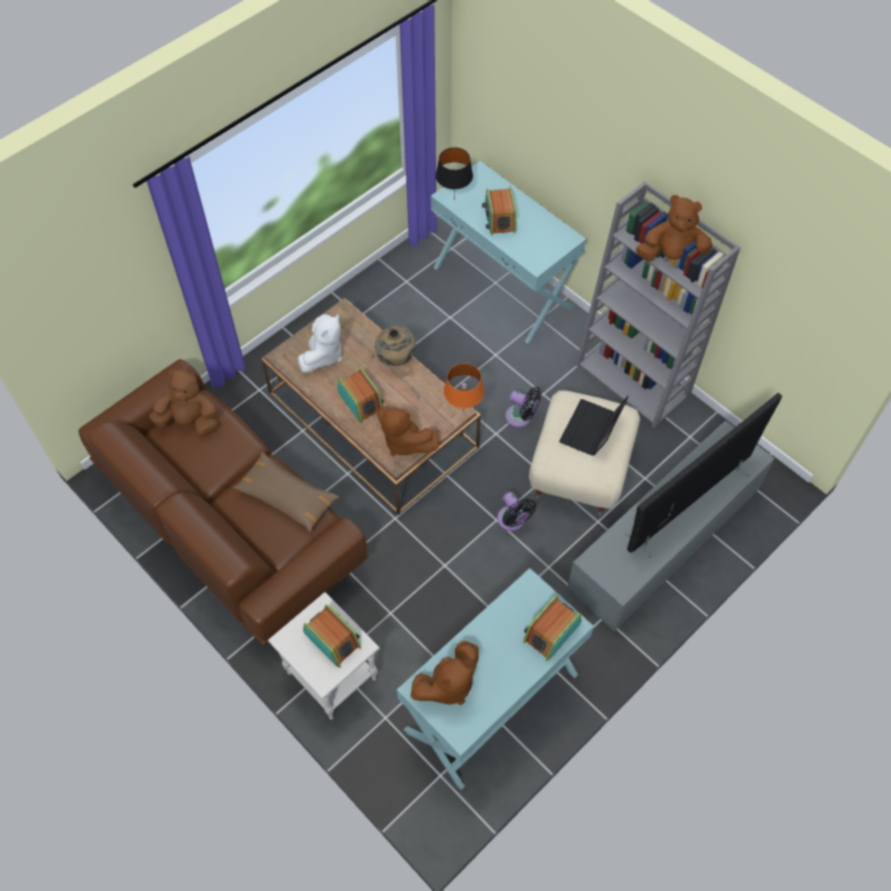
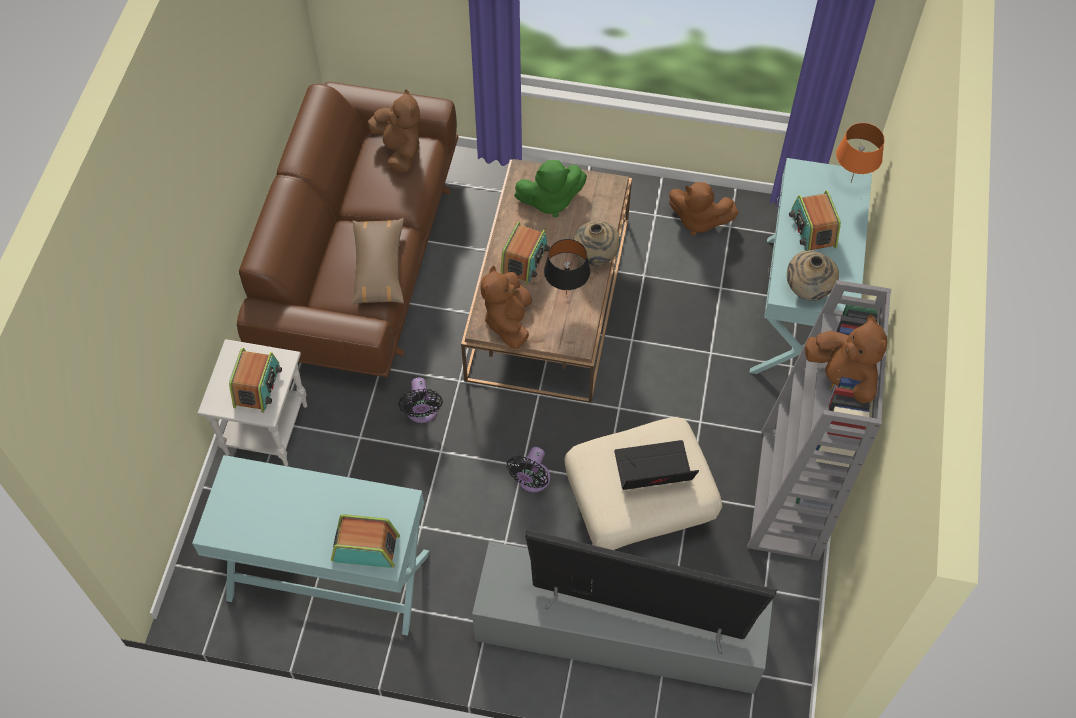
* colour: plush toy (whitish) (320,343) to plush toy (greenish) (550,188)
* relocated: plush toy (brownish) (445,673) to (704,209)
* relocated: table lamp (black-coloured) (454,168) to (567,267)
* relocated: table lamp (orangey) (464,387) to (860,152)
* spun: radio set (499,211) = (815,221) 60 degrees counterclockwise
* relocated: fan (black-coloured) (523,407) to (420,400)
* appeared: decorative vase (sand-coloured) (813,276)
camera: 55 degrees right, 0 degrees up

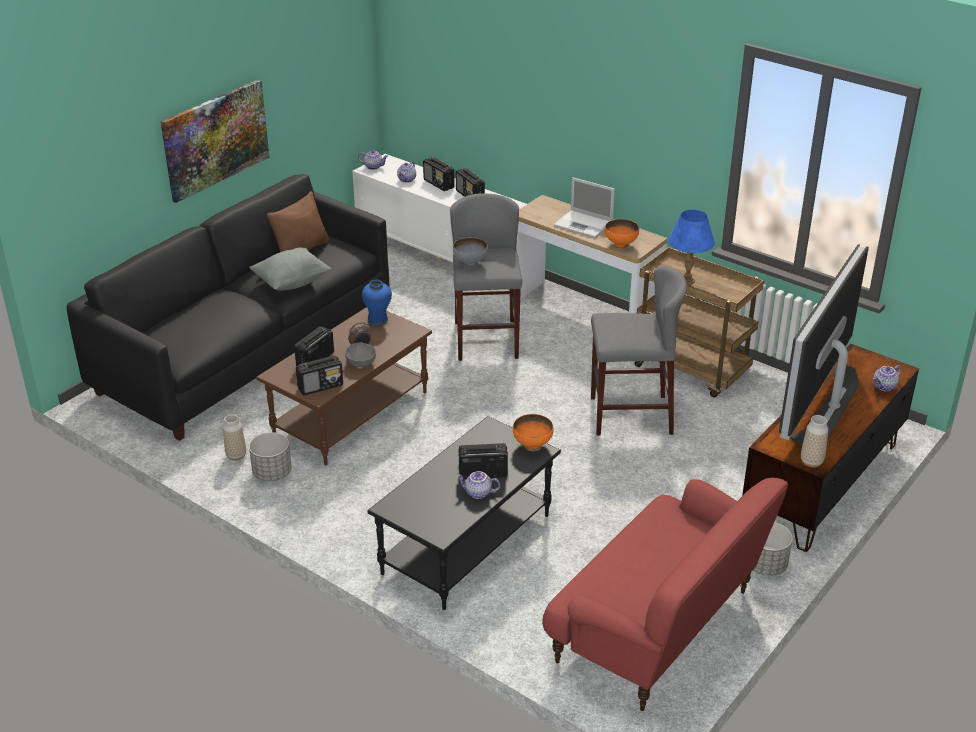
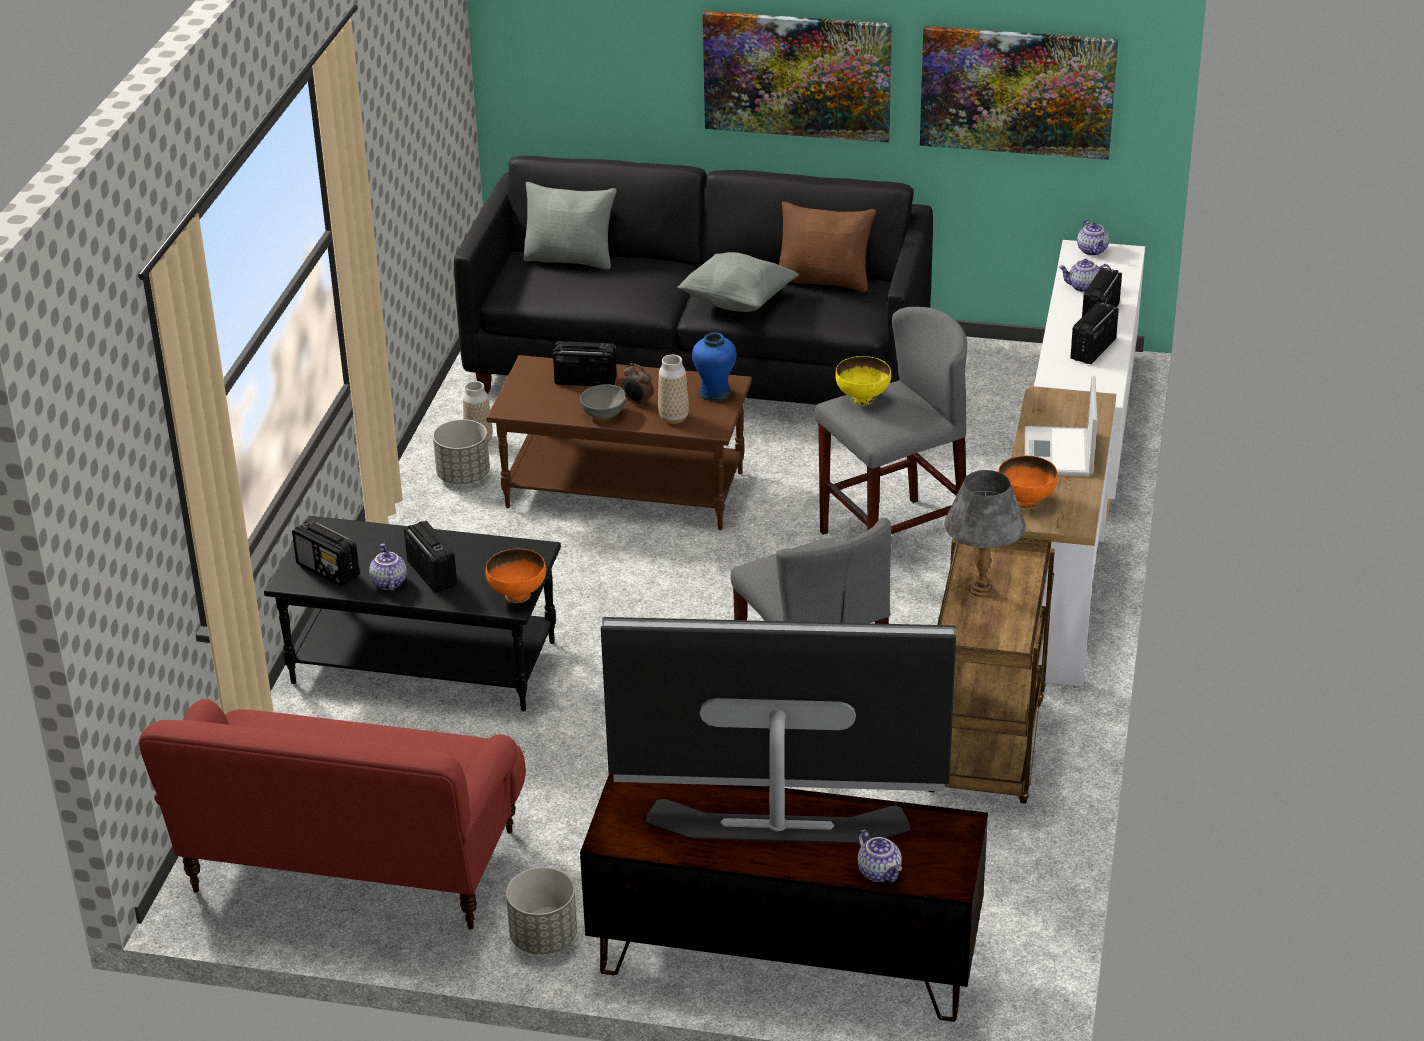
* relocated: radio set (319,375) to (326,553)
* colour: serving bowl (greyish) (470,252) to serving bowl (yellow) (863,380)
* colour: table lamp (blue) (691,247) to table lamp (greyish) (985,533)
* relocated: decorative vase (814,441) to (673,389)
* spun: pot for tea (887,378) = (880,856) 150 degrees counterclockwise
* appeared: cushion (greyish) (570,226)
* appeared: wall picture (1019,93)
camera: 65 degrees right, 0 degrees up

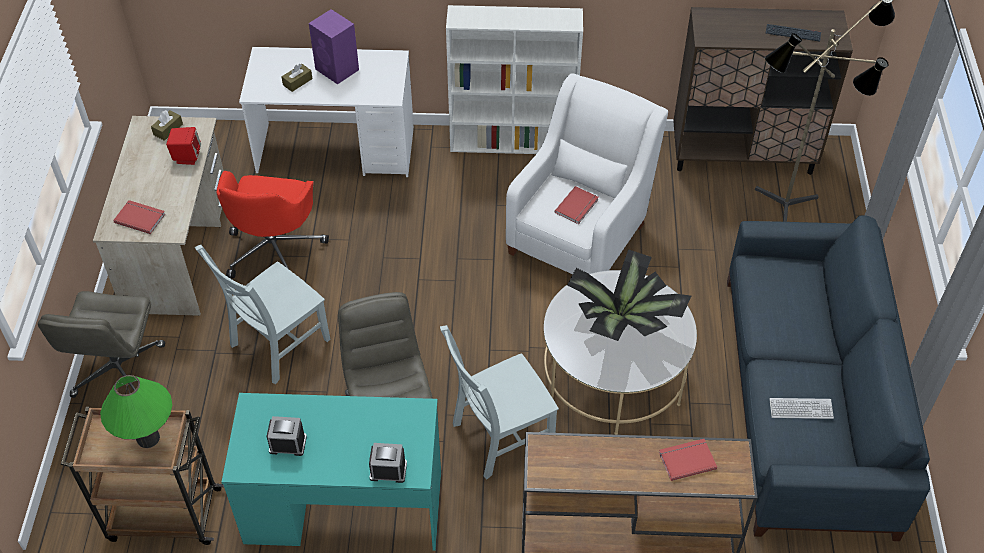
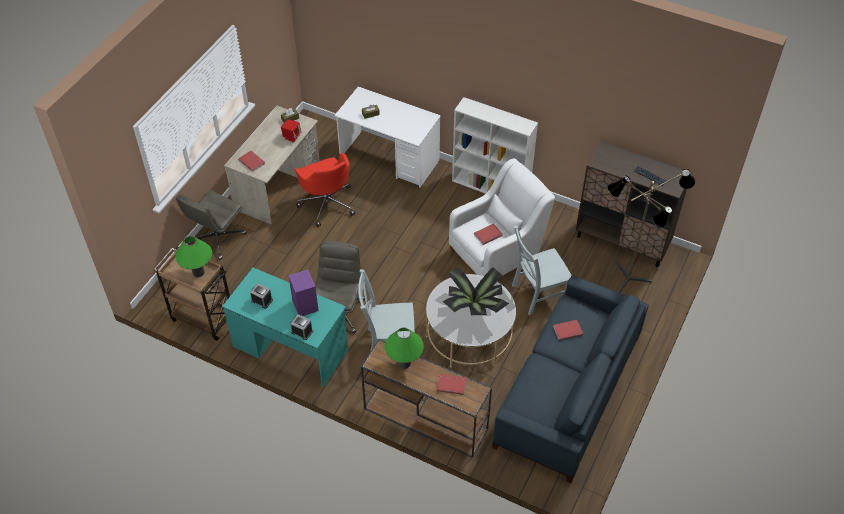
* relocated: upright chair (greyish) (263,314) to (542,271)
* spun: computer chair (red-coloured) (273,224) = (325,189) 60 degrees counterclockwise
* relocated: speaker (purple-coloured) (334,47) to (303,292)
* missing: keyboard (802,408)
* appeared: table lamp (greenish) (404,348)
* appeared: volume (red-coloured) (568,330)
camera: 25 degrees right, 0 degrees up

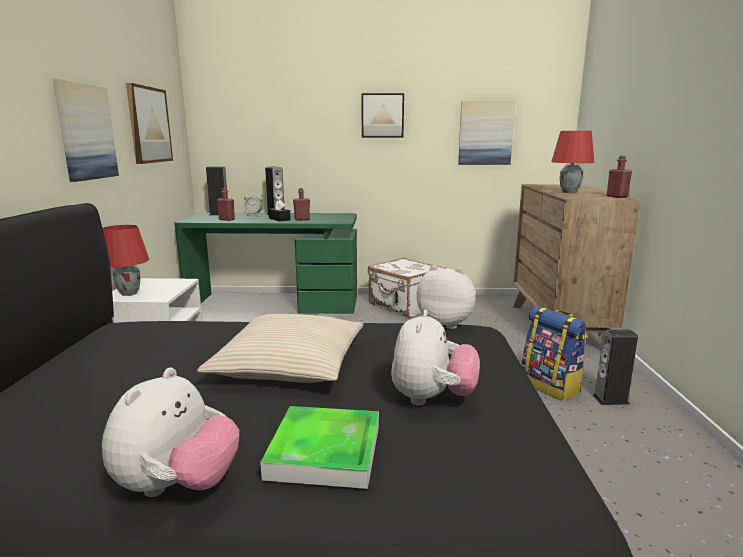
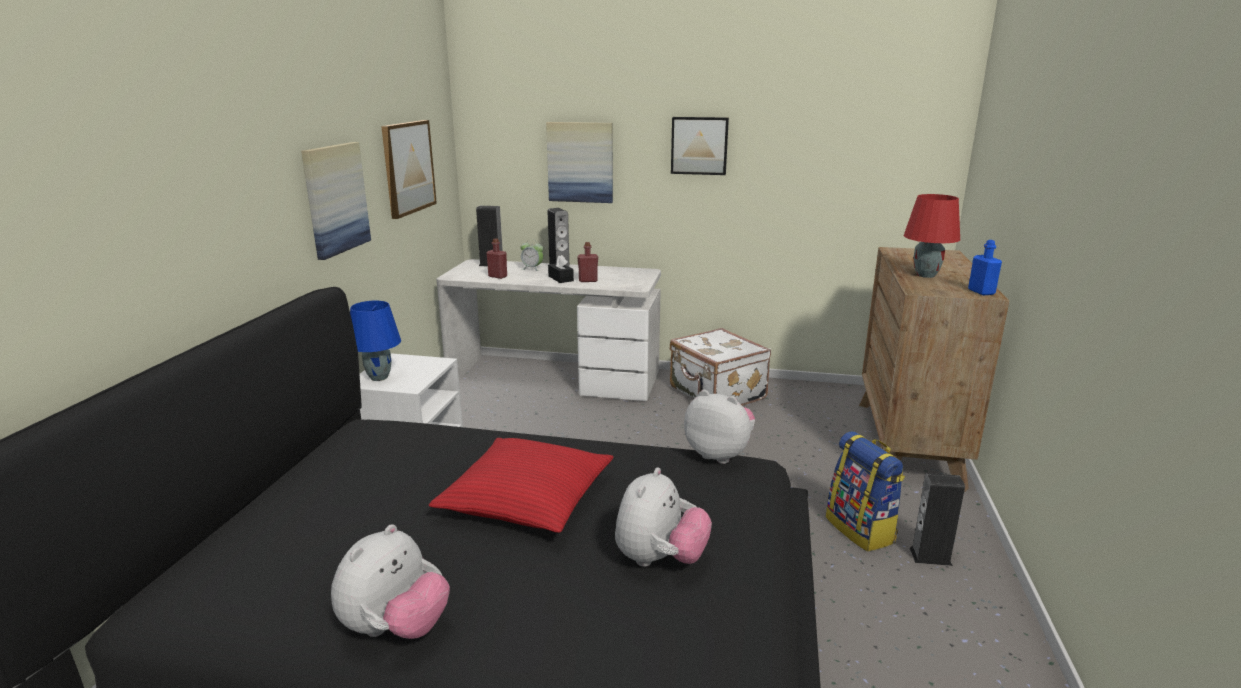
* colour: table lamp (red-coloured) (125,260) to table lamp (blue) (375,341)
* colour: desk (greenish) (265,263) to desk (whitish) (548,330)
* colour: cushion (sand-coloured) (280,348) to cushion (red-coloured) (521,485)
* missing: carrying tray (319,447)
* relocated: wall picture (486,133) to (579,162)
* colour: bottle (red-coloured) (619,177) to bottle (blue) (985,267)
camera: 10 degrees right, 5 degrees up

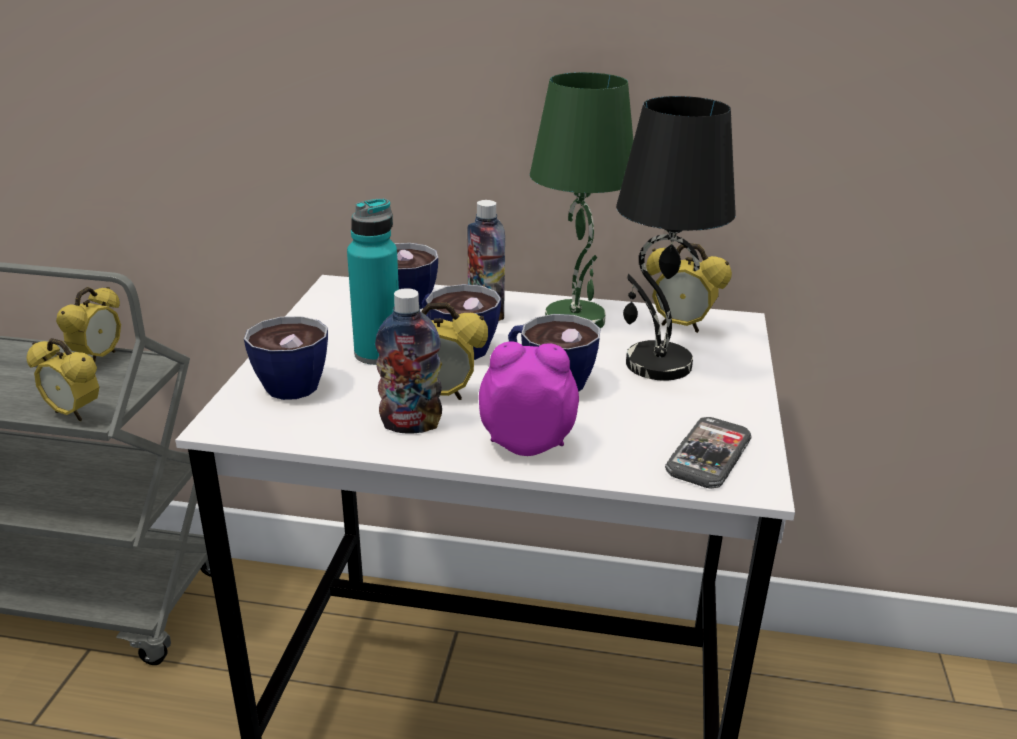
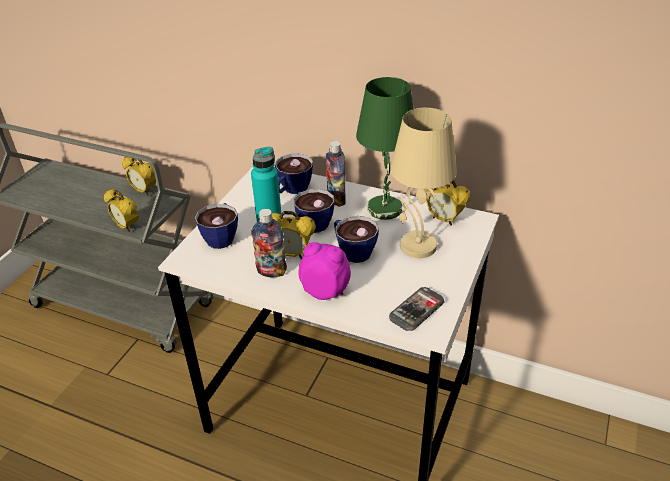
* spun: bedside clock (88,324) = (139,176) 90 degrees clockwise
* colour: table lamp (black-coloured) (676,238) to table lamp (sand-coloured) (423,183)
camera: 15 degrees right, 10 degrees up

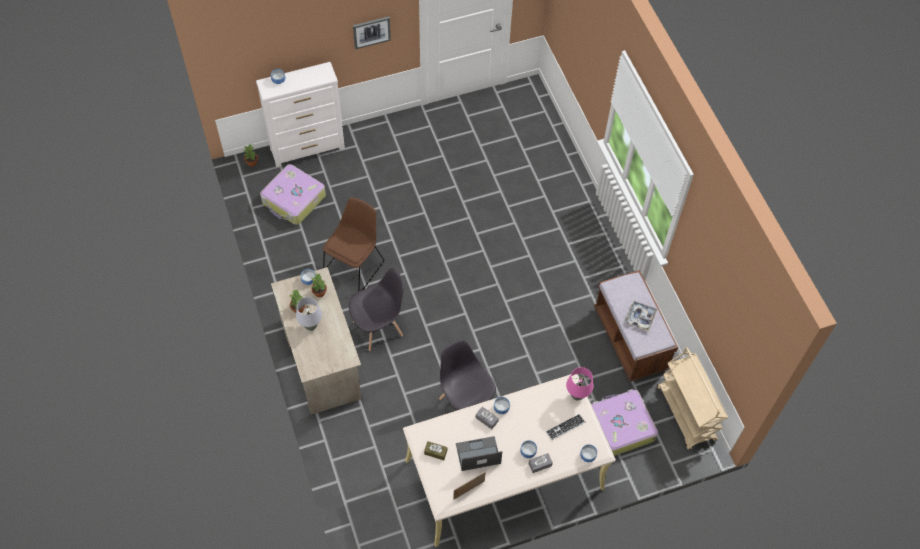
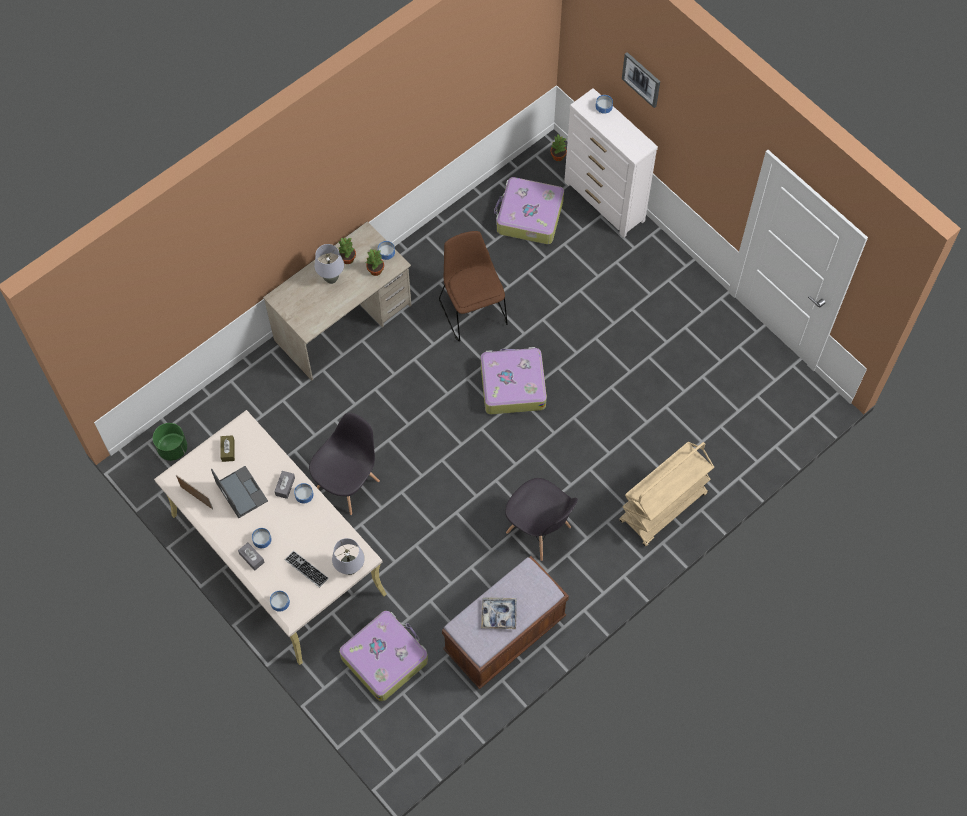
* spun: upright chair (brownish) (353,245) = (473,286) 120 degrees counterclockwise
* relocated: upright chair (greyish) (376,309) to (541,519)
* relocated: wall picture (372,32) to (641,80)
* colour: table lamp (pinkish) (579,384) to table lamp (greyish) (348,556)
* relocated: cart (sand-coloured) (692,399) to (666,494)
* appeared: plant pot (greenish) (170,442)
* appeared: suitcase (514,380)
camera: 70 degrees right, 5 degrees up

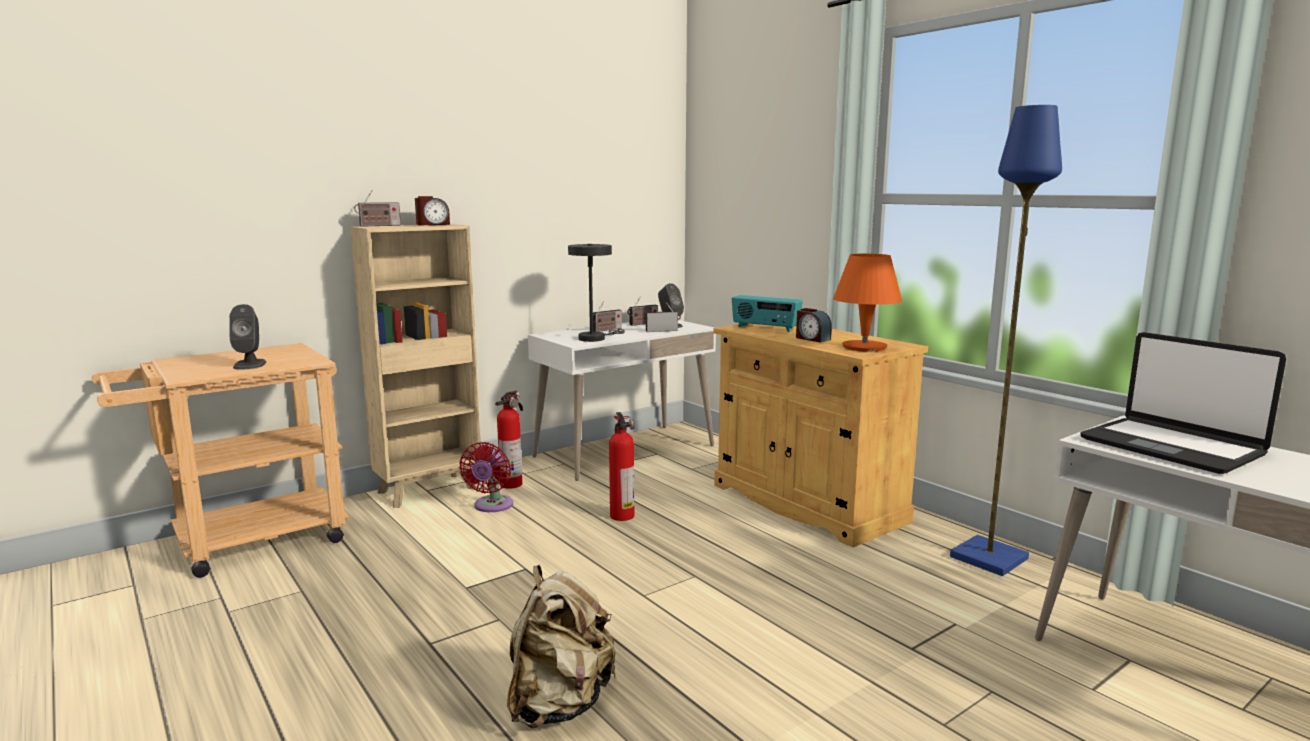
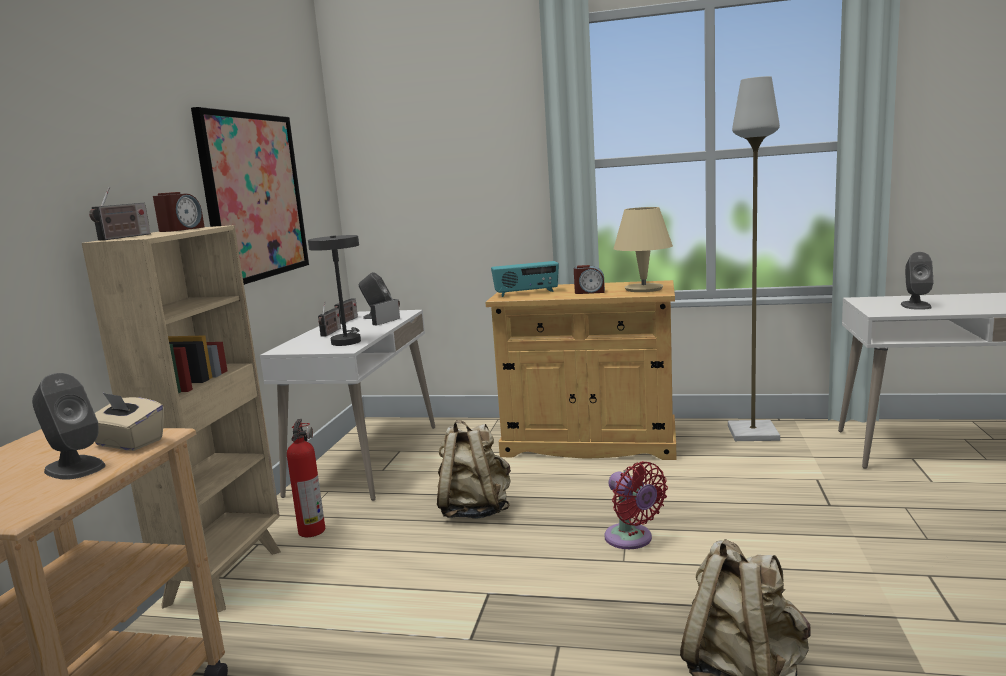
* relocated: fan (red-coloured) (486,477) to (636,505)
* exchanged: fire-fighting cylinder (622,466) to backpack (sand-coloured) (474,469)
* colour: table lamp (orangey) (867,303) to table lamp (sand-coloured) (643,249)
* colour: floor lamp (blue) (1006,340) to floor lamp (greyish) (754,258)
* exchanged: laptop (1183,403) to speaker (greyish) (917,281)
* appeared: tissue box (sand-coloured) (129,422)
* appeared: wall picture (250,196)
camera: 40 degrees left, 0 degrees up

